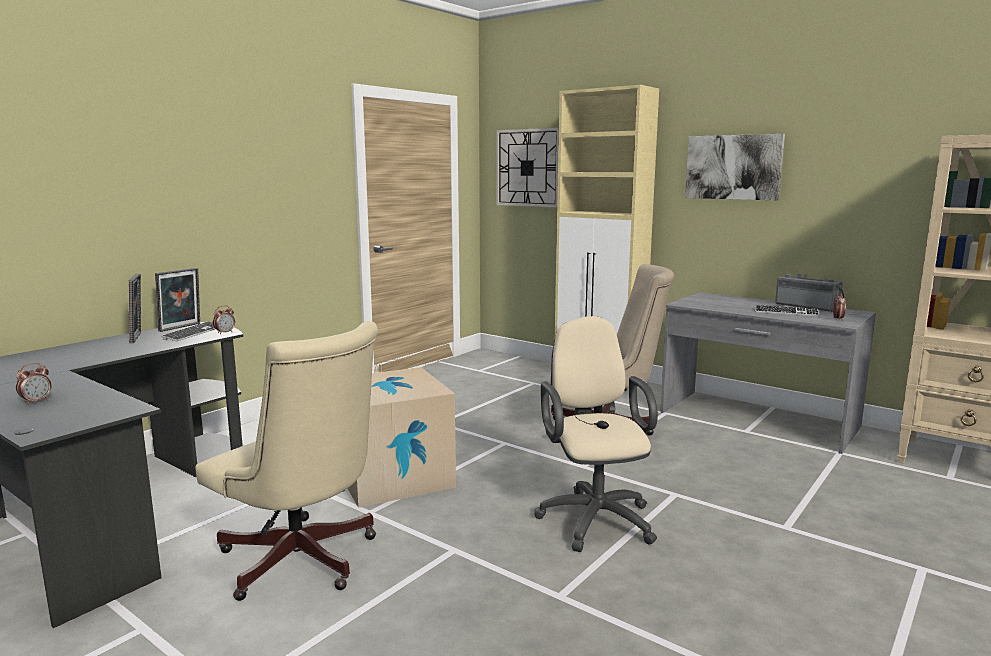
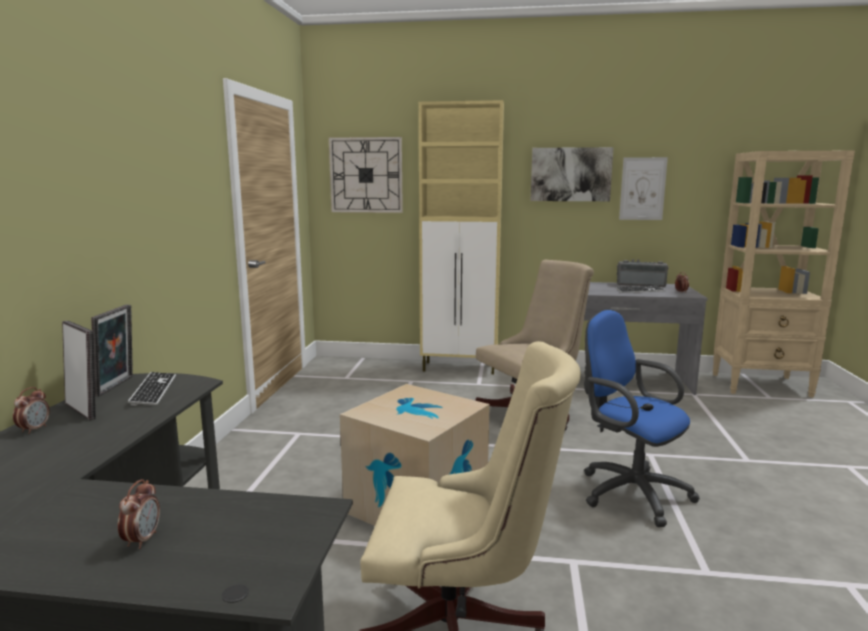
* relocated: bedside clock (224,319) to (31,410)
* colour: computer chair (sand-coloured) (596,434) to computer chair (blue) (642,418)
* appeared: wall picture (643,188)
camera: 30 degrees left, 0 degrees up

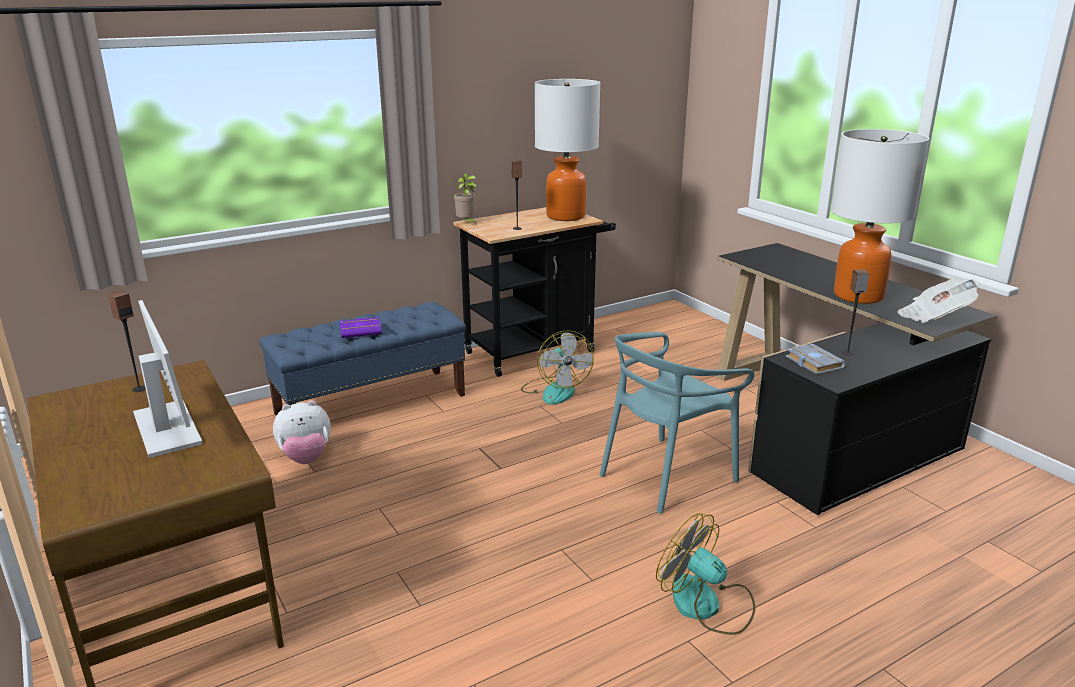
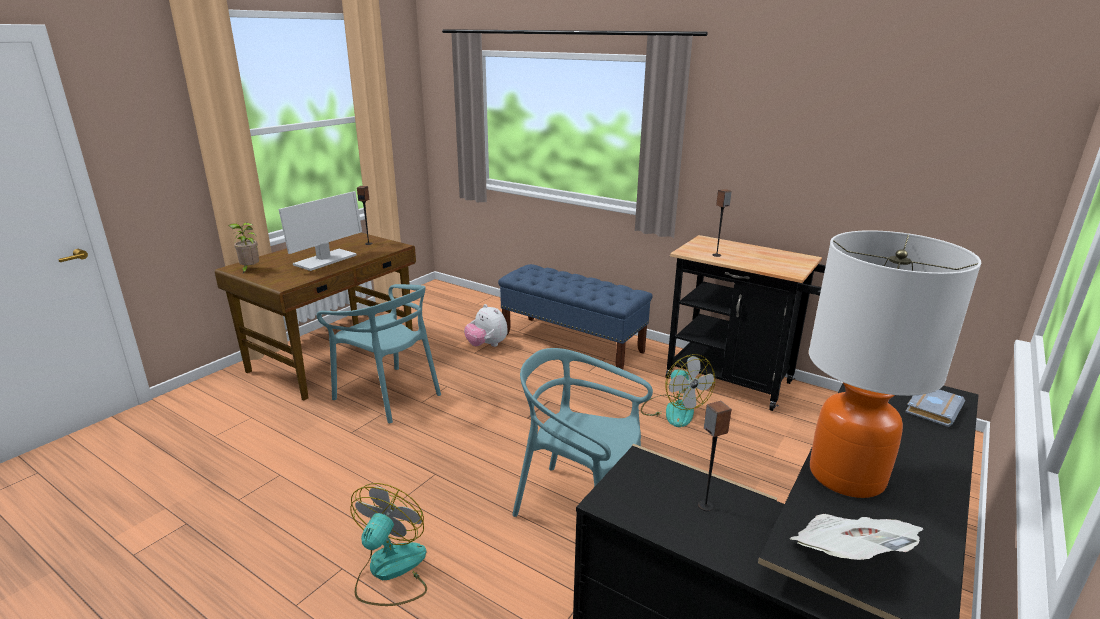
* missing: volume (purple-coloured) (360,327)
* relocated: potted plant (465,199) to (243,248)
* spun: fan (557,367) = (678,390) 75 degrees counterclockwise
* missing: table lamp (567,150)
* relocated: volume (greyish) (816,359) to (935,408)
* appeared: upright chair (turquoise) (378,353)
camera: 65 degrees right, 0 degrees up

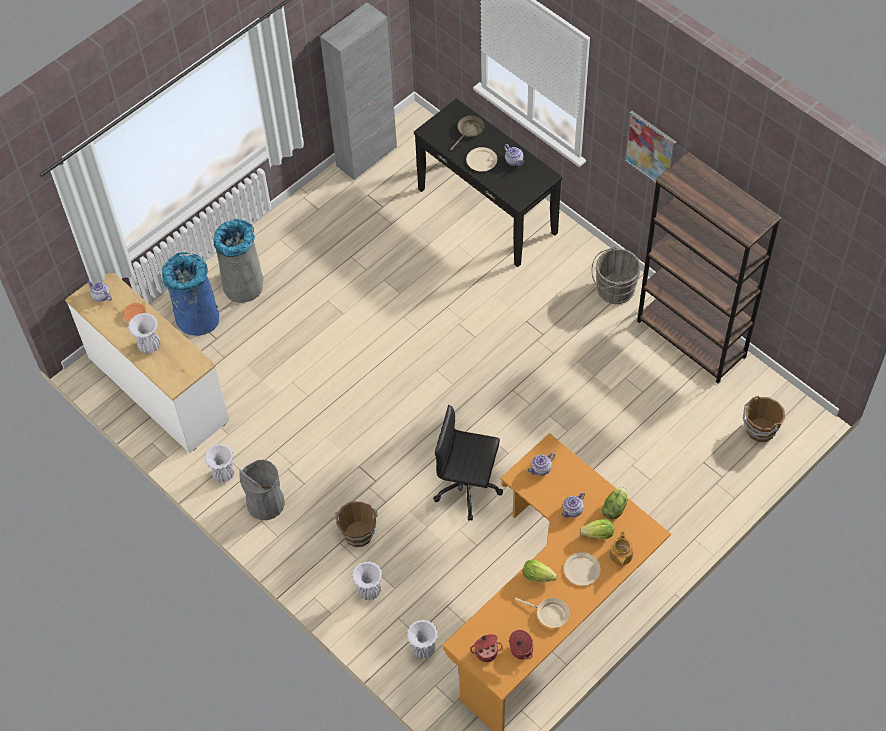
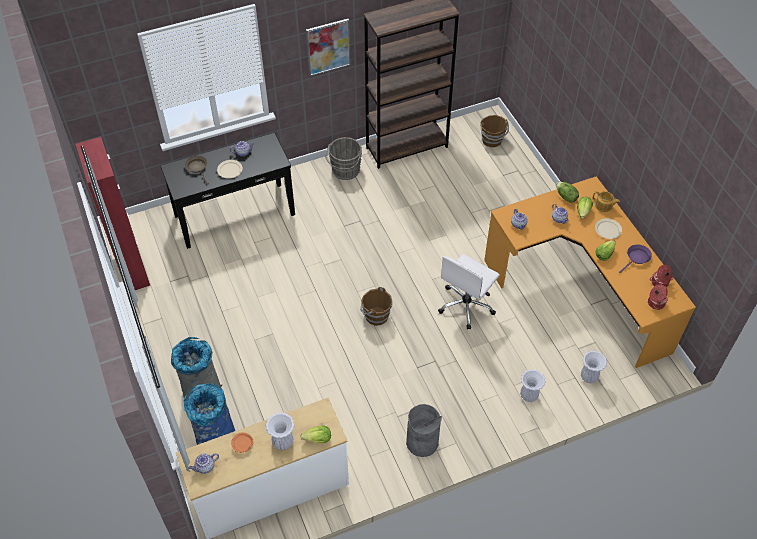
* missing: decorative vase (whitish) (219,463)
* colour: cabinet (greyish) (358,91) to cabinet (red-coloured) (112,213)
* relocated: water bucket (brownish) (356,524) to (376,306)
* colour: computer chair (black-coloured) (468,463) to computer chair (whitish) (469,291)
* colour: pan (sand-coloured) (542,613) to pan (purple-coloured) (635,258)
* appeared: head of lettuce (315,434)
camera: 70 degrees left, 5 degrees down

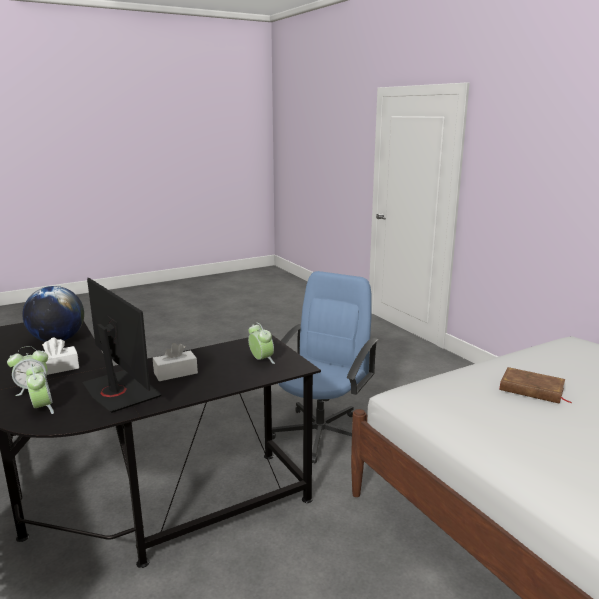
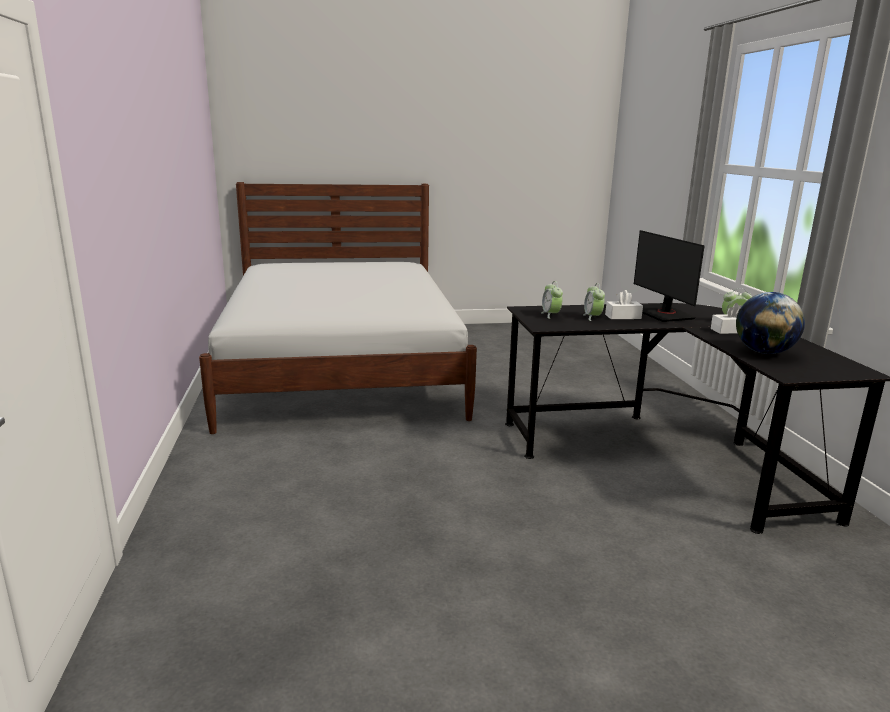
* relocated: bedside clock (40,389) to (594,302)
* missing: computer chair (blue) (325,367)
* missing: volume (brownish) (535,385)
camera: 160 degrees left, 0 degrees up

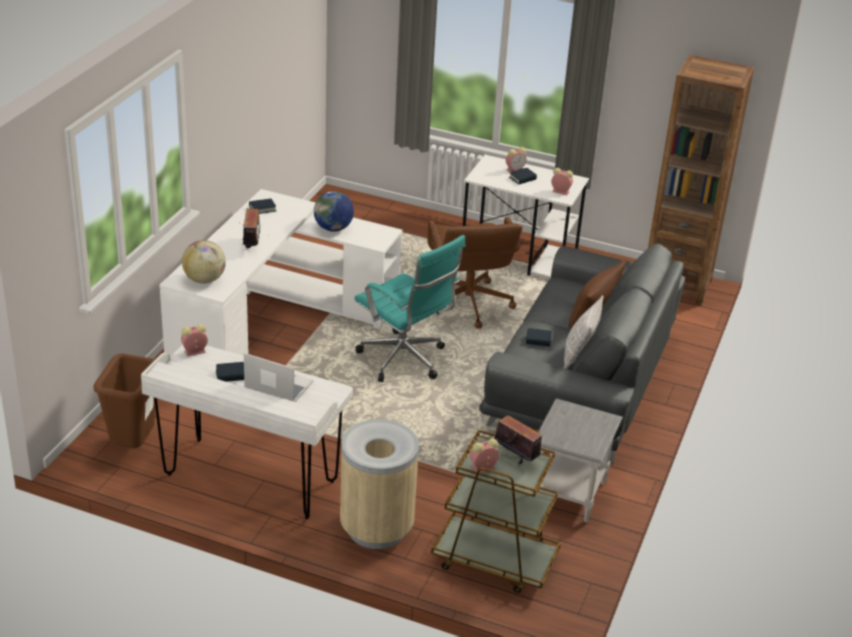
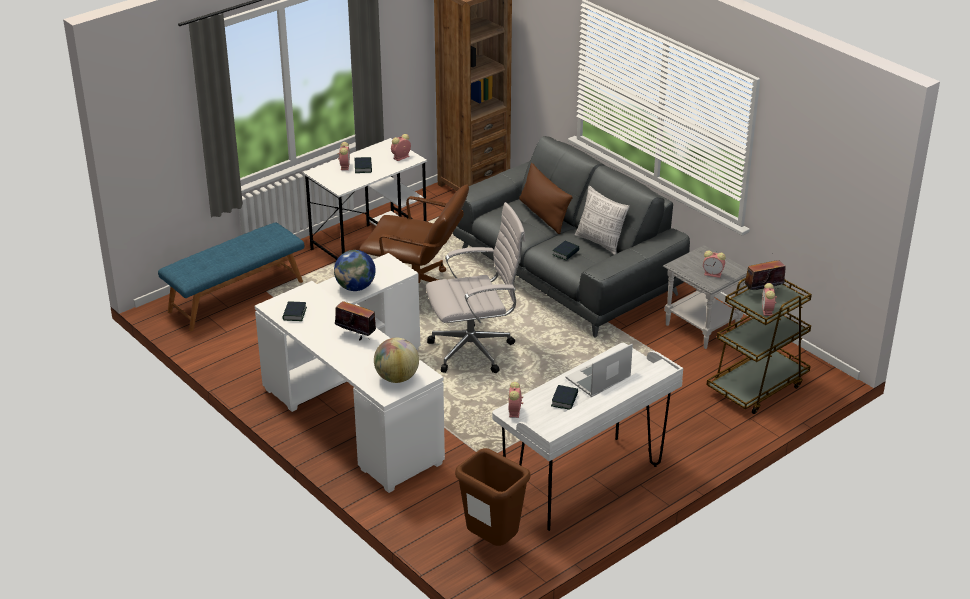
* missing: waste bin (sand-coloured) (379,484)
* colour: computer chair (turquoise) (410,308) to computer chair (whitish) (475,287)
* appeared: long seat (blue) (231,276)
* appeared: bedside clock (714,264)
camera: 60 degrees left, 0 degrees up

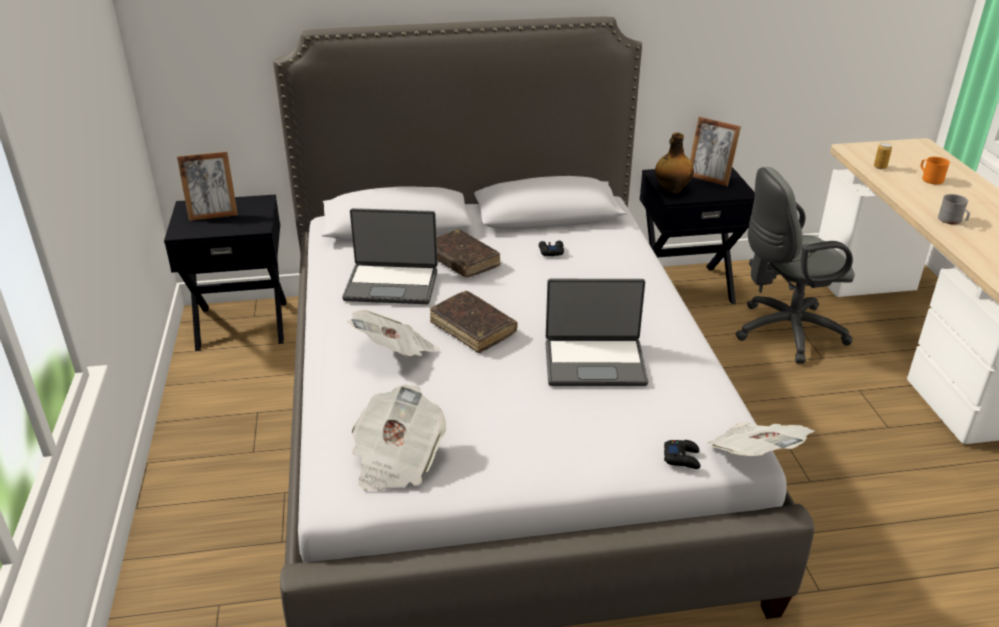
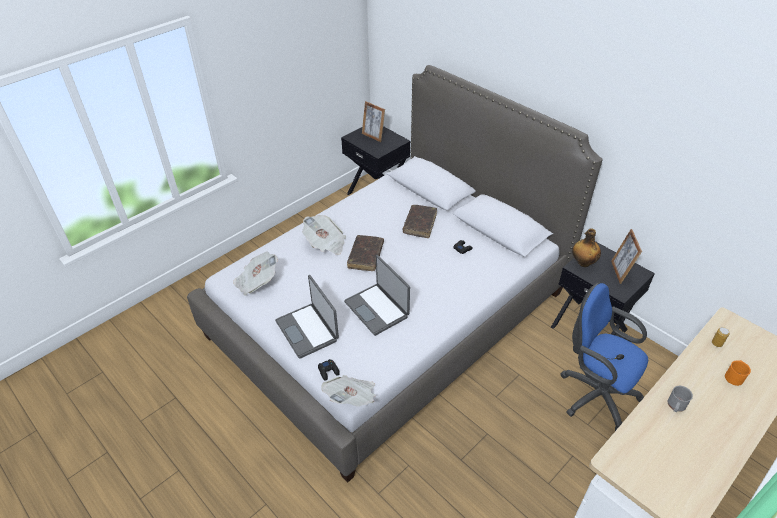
* relocated: laptop (390,256) to (307,317)
* colour: computer chair (greyish) (795,265) to computer chair (blue) (604,356)
camera: 55 degrees right, 10 degrees up

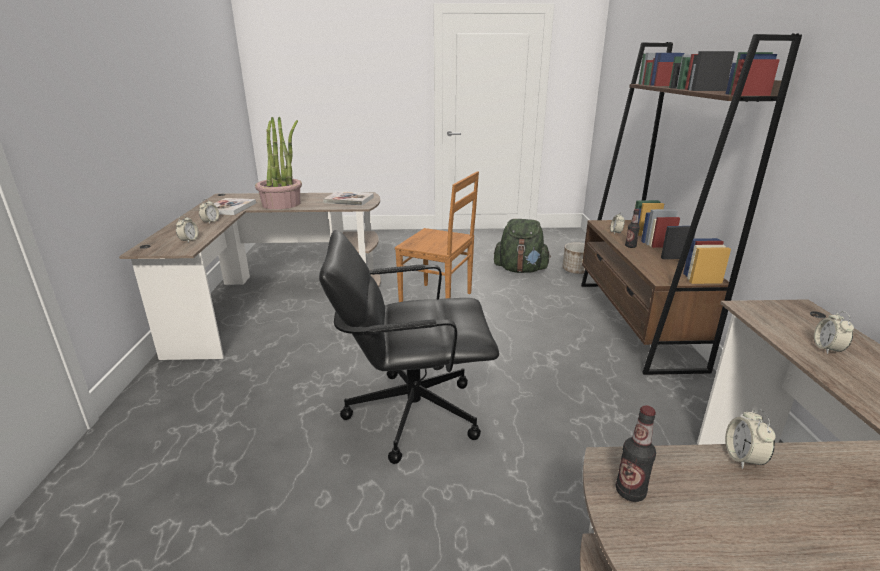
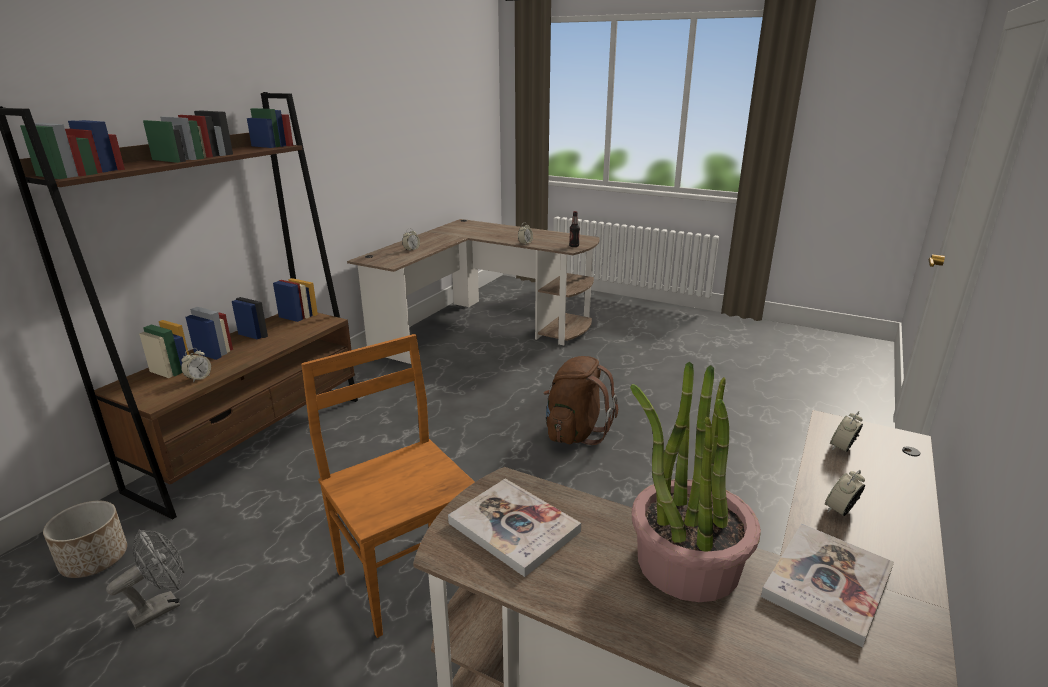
* exchanged: computer chair (black-coloured) (409,347) to backpack (brownish) (581,400)
* exchanged: backpack (greenish) (522,246) to fan (greyish) (145,579)
* missing: bottle (632,228)
camera: 150 degrees left, 0 degrees up

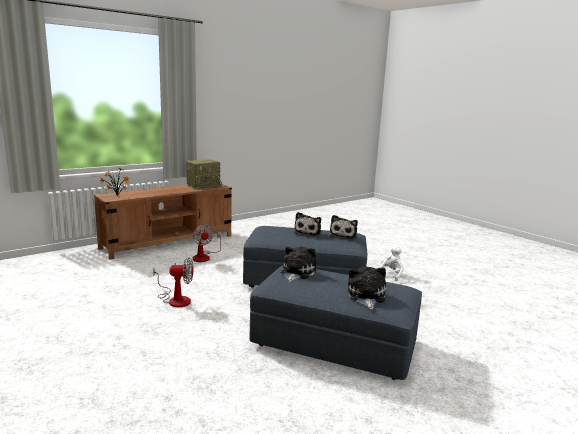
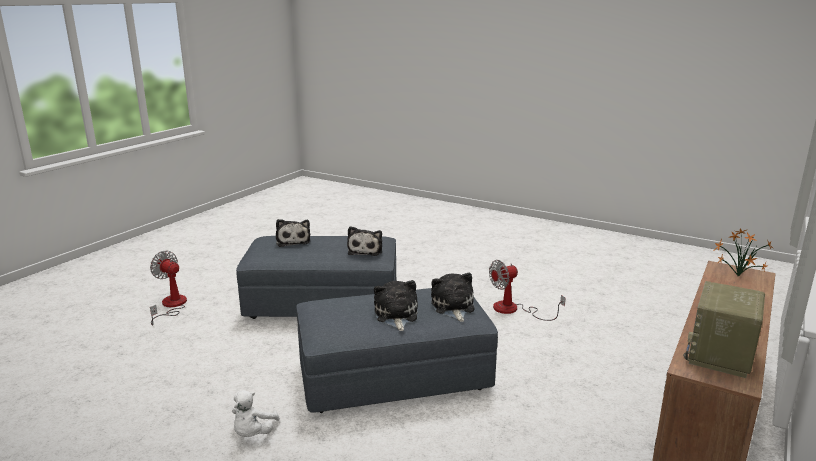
* relocated: fan (207,243) to (168,288)
* relocated: plush toy (344,227) to (452,297)
camera: 160 degrees right, 5 degrees up

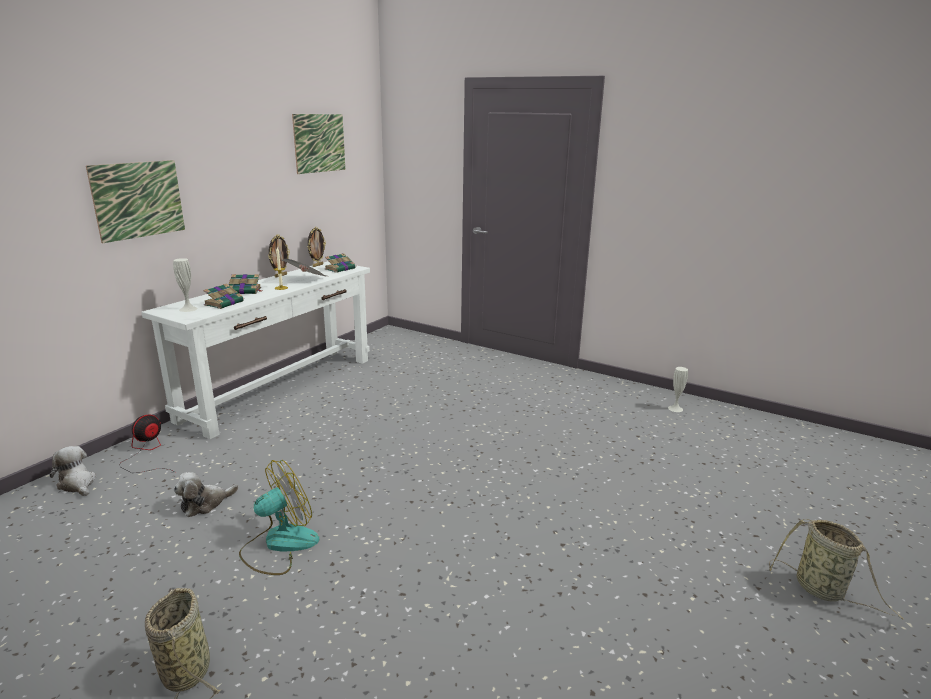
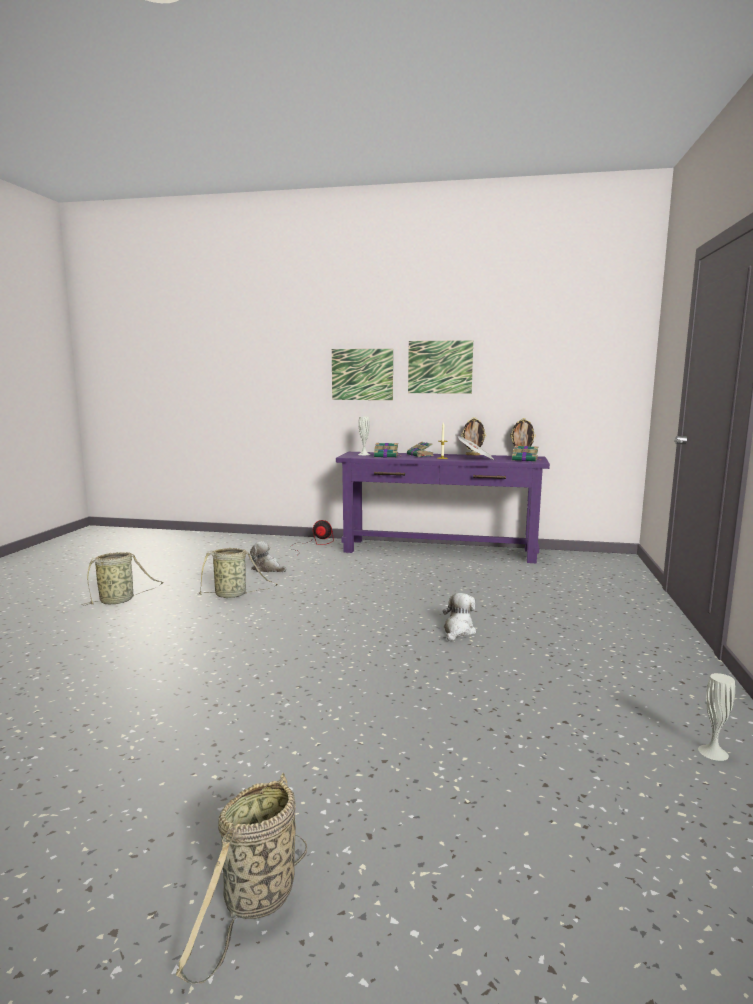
* relocated: plush toy (73,471) to (459,617)
* colour: console table (whitish) (255,350) to console table (purple-coloured) (443,507)
* exchanged: fan (279,517) to basket (237,573)
* relocated: wall picture (318,144) to (440,367)
camera: 70 degrees right, 10 degrees down

